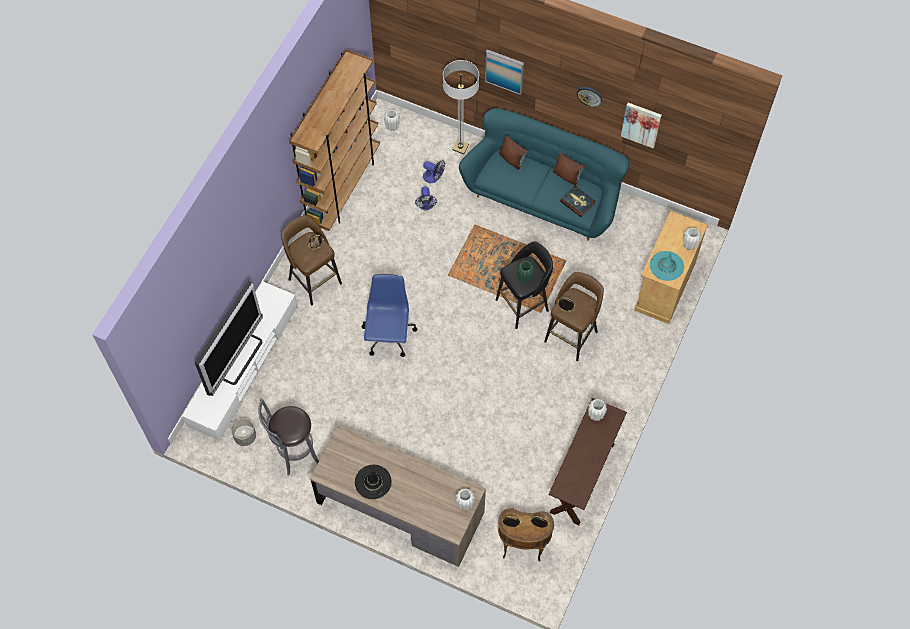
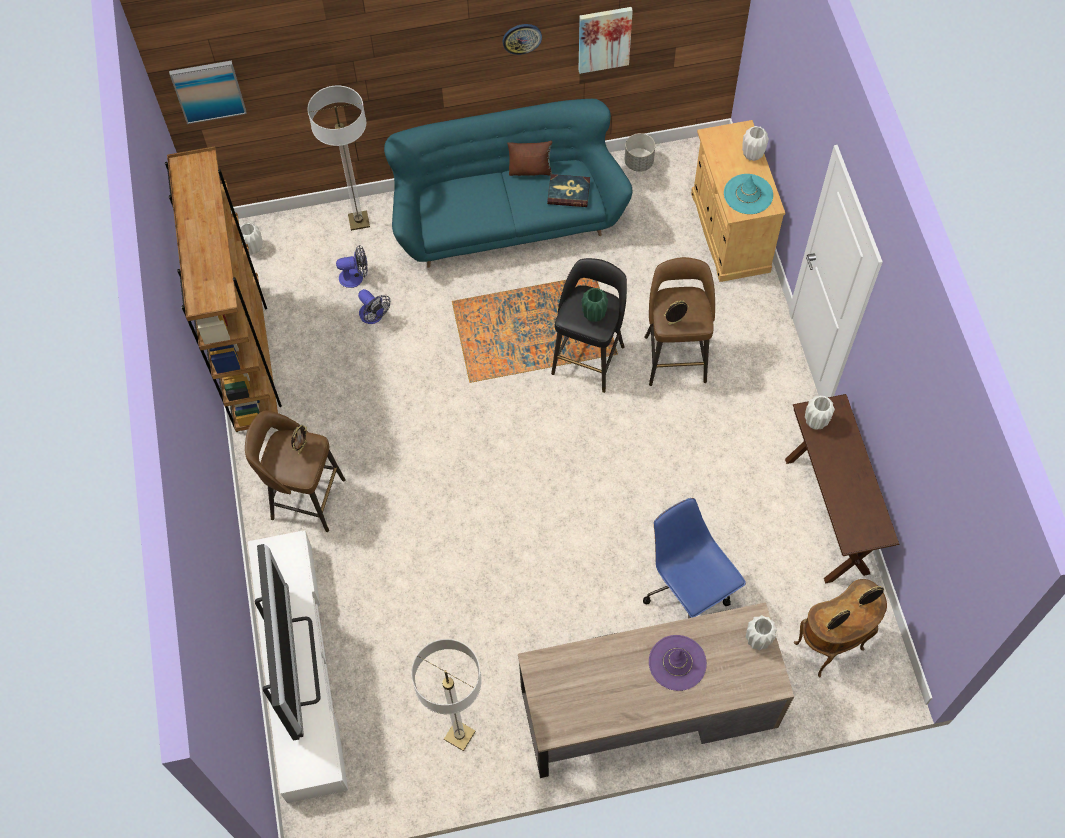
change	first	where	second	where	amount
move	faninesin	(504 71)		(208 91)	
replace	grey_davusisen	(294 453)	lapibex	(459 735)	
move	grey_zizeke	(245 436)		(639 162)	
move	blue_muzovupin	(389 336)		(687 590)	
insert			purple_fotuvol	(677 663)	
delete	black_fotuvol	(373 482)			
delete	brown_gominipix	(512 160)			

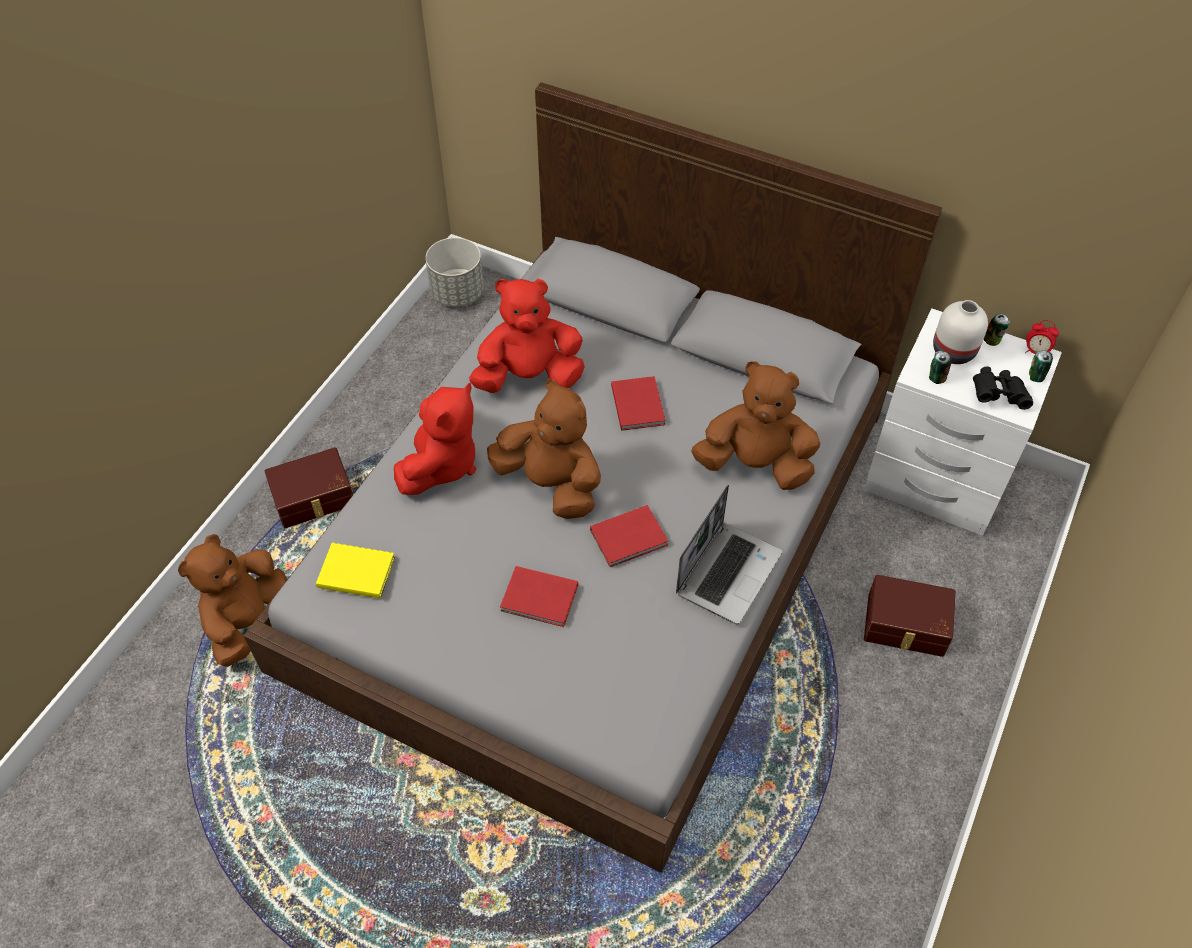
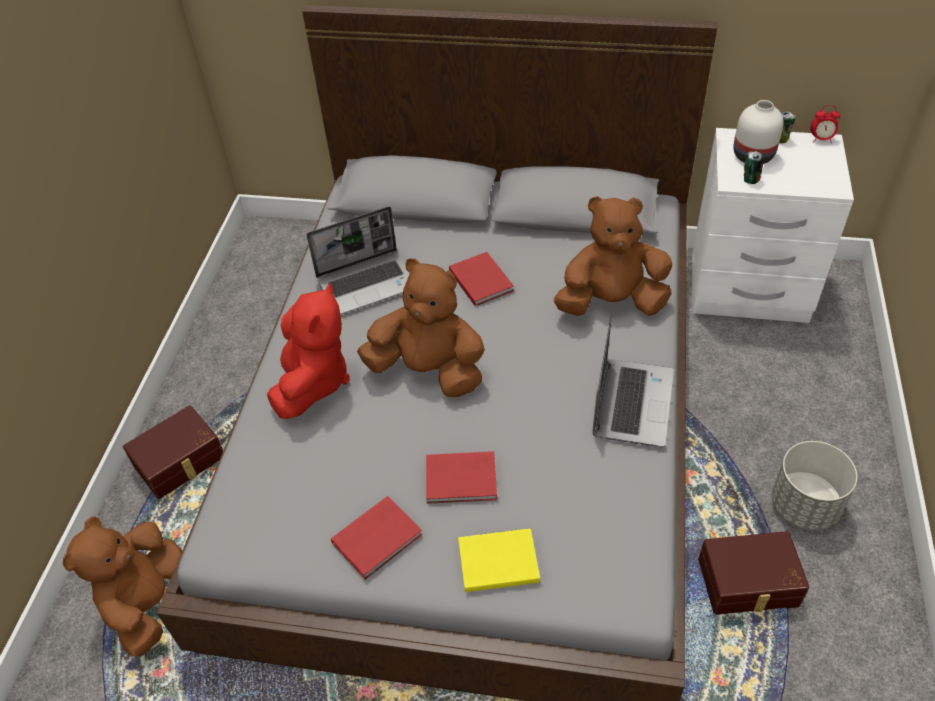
change	first	where	second	where	amount
replace	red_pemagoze	(529 377)	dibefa	(368 283)	
move	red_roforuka	(631 538)		(379 538)	
move	yellow_roforuka	(354 571)		(496 561)	
move	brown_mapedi	(905 626)		(748 584)	
move	grey_zizeke	(457 294)		(803 506)	
delete	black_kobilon	(997 395)			
delete	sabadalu	(1035 377)			

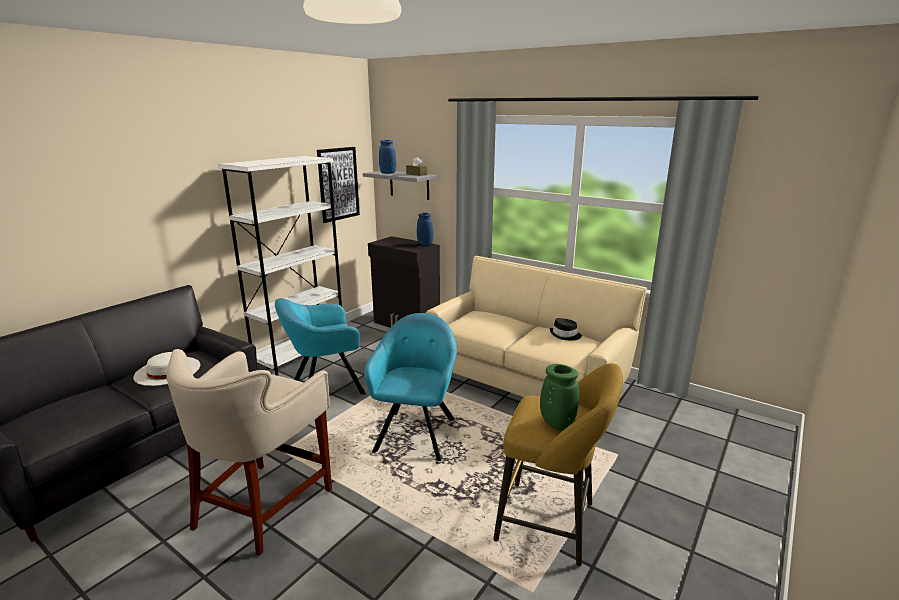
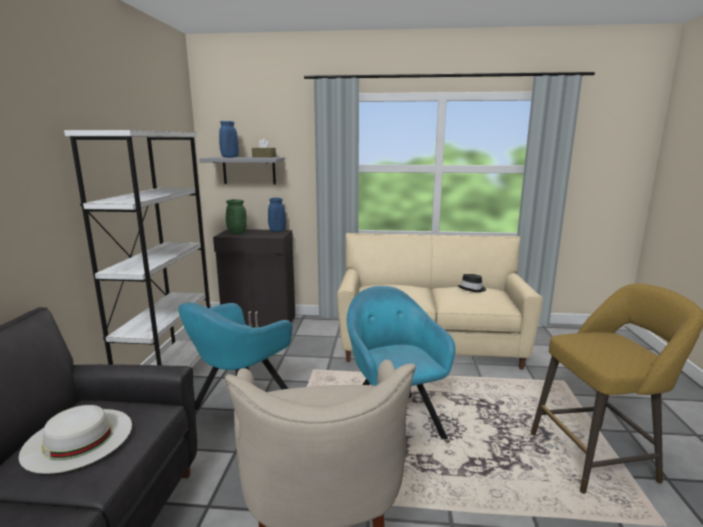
change	first	where	second	where	amount
move	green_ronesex	(556 424)		(236 233)	
delete	faninesin	(338 184)			

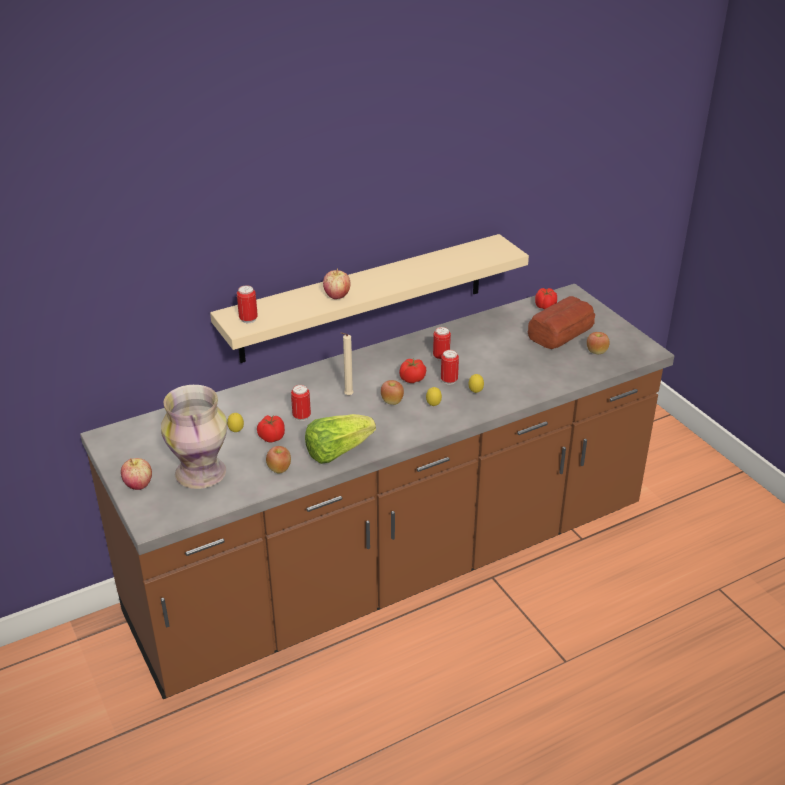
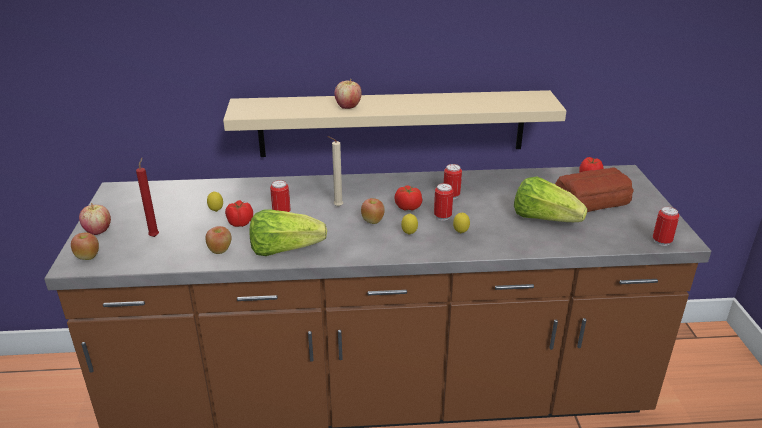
change	first	where	second	where	amount
move	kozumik	(596 352)		(88 257)	
replace	ronesex	(202 473)	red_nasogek	(155 236)	
insert			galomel	(544 219)	
move	sabadalu	(248 319)		(661 241)	

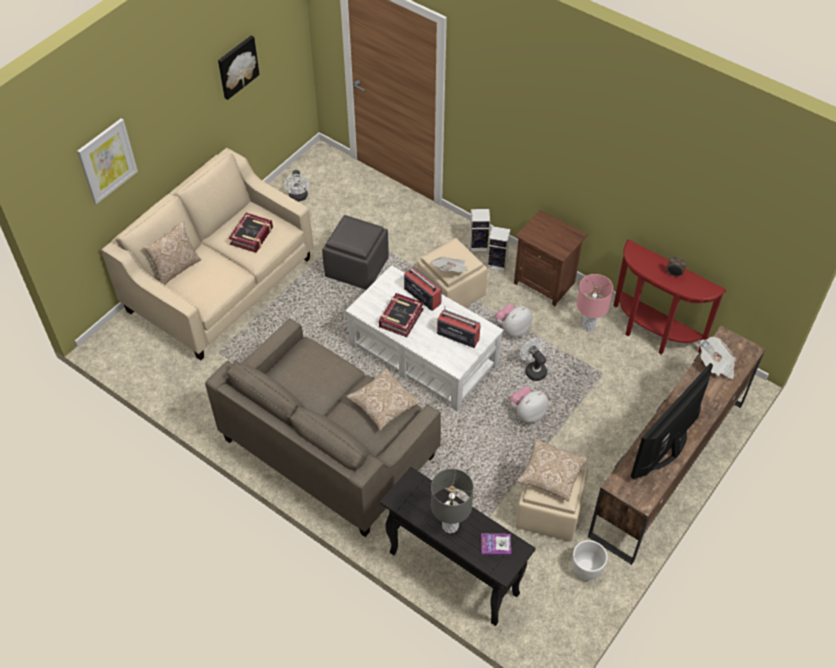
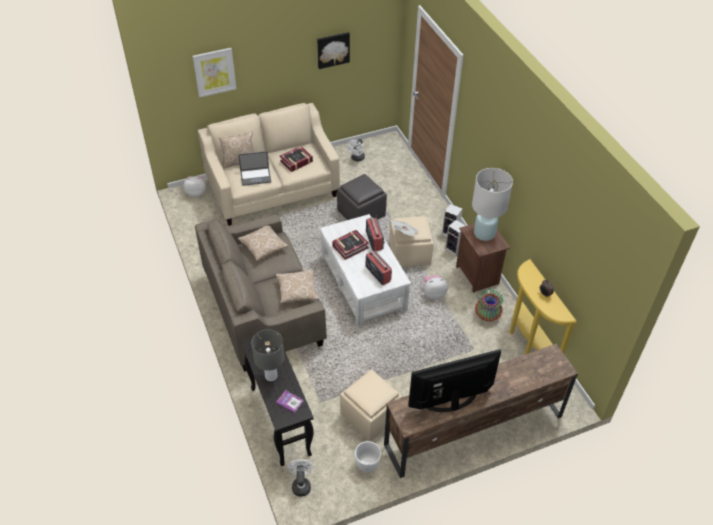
change	first	where	second	where	amount
move	pemagoze	(527 413)		(196 193)	
insert			dibefa	(256 176)	
move	gominipix	(551 475)		(263 247)	
move	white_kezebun	(533 369)		(301 484)	
insert			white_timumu	(484 233)	
replace	pink_timumu	(588 326)	ronesex	(487 315)	
recolor	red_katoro	(651 335)	yellow_katoro	(528 341)	
delete	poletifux	(716 365)			

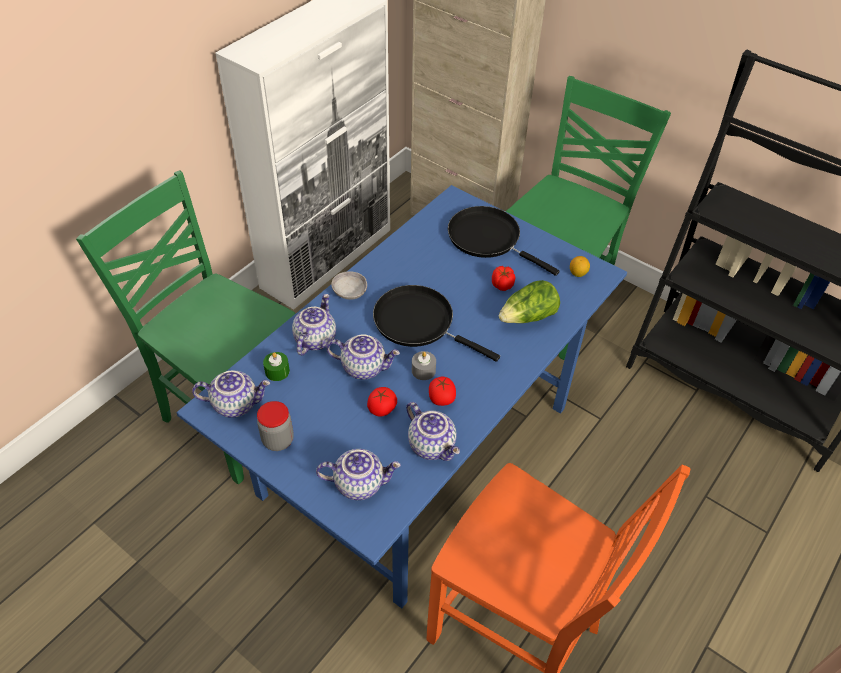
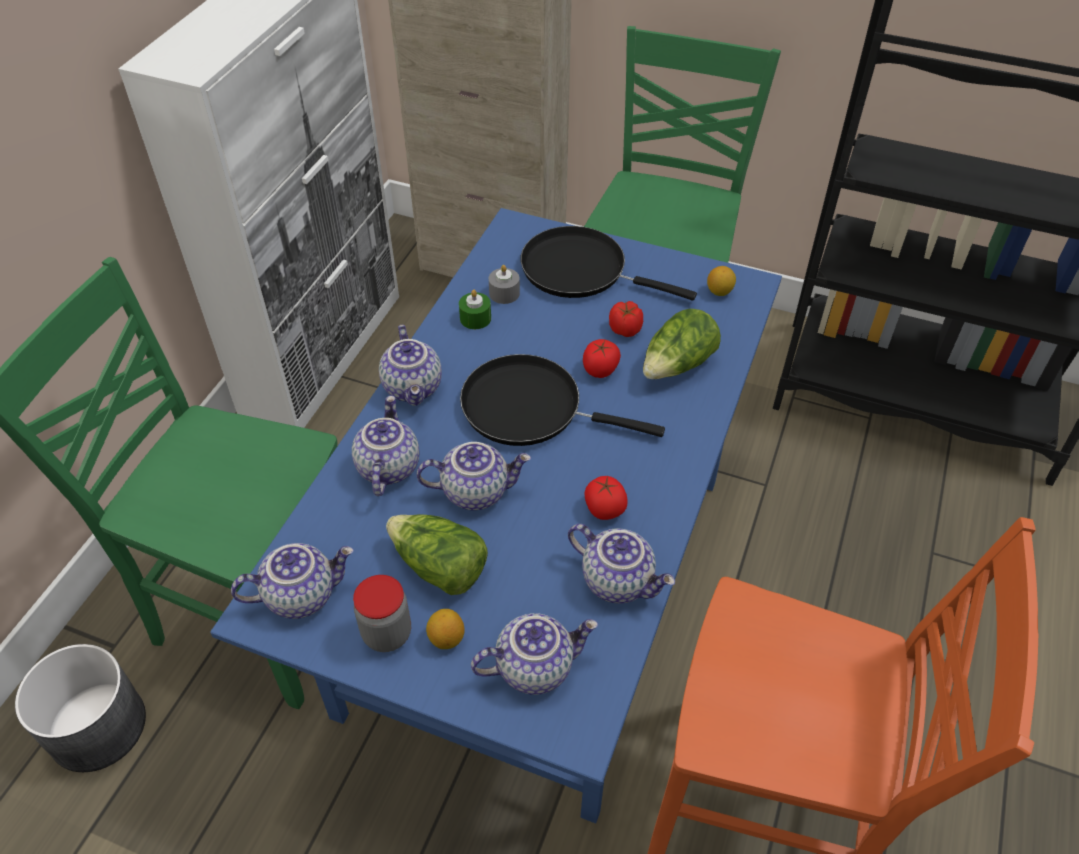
change	first	where	second	where	amount
insert			grey_zizeke	(97 726)	
replace	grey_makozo	(350 293)	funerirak	(414 388)	
insert			galomel	(439 567)	
insert			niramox	(446 638)	
move	green_nasogek	(277 371)		(475 318)	
move	grey_nasogek	(423 370)		(504 293)	
move	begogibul	(382 409)		(600 369)	

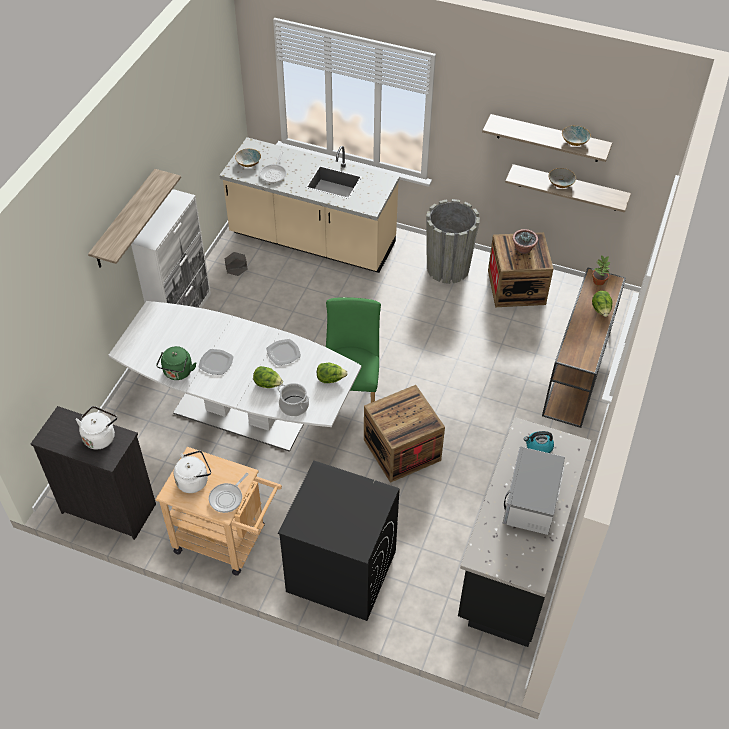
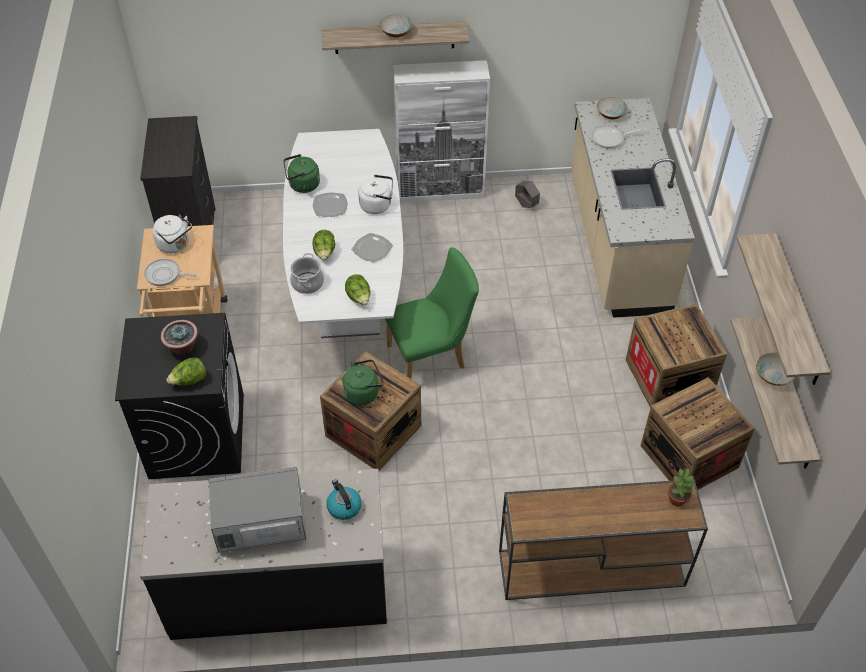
change	first	where	second	where	amount
move	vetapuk	(523 249)		(182 348)	
move	galomel	(601 310)		(189 381)	
insert			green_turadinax	(363 392)	
move	white_turadinax	(100 436)		(377 205)	
move	makozo	(575 141)		(396 33)	
replace	grey_zizeke	(448 268)	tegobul	(668 377)	

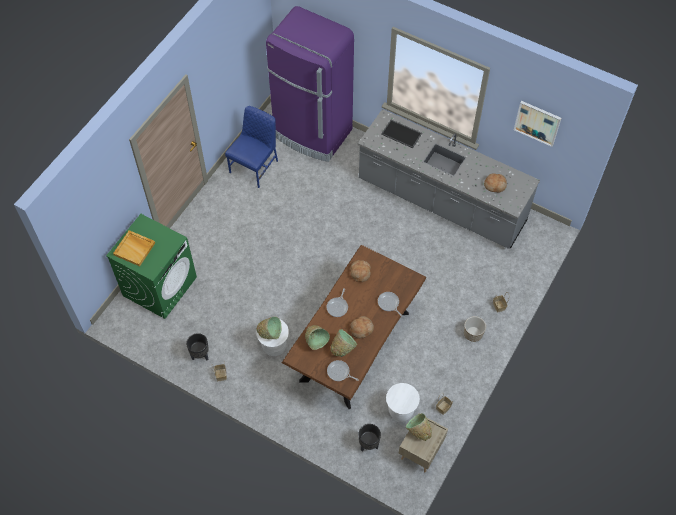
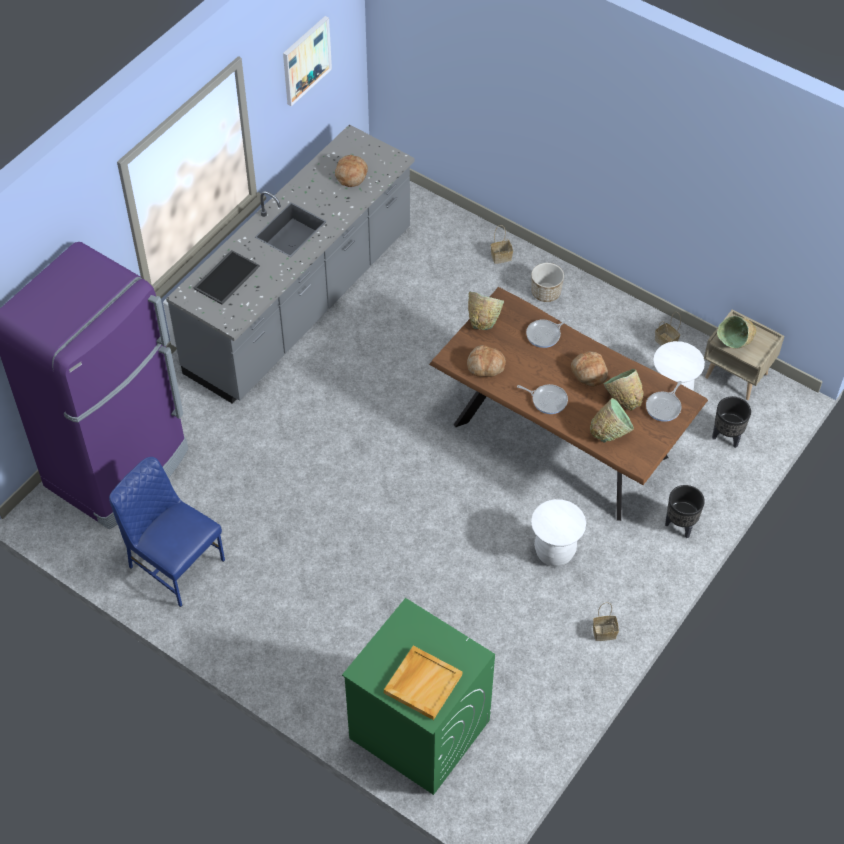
change	first	where	second	where	amount
move	green_makozo	(270 333)		(483 320)	
move	black_zizeke	(200 355)		(680 526)	

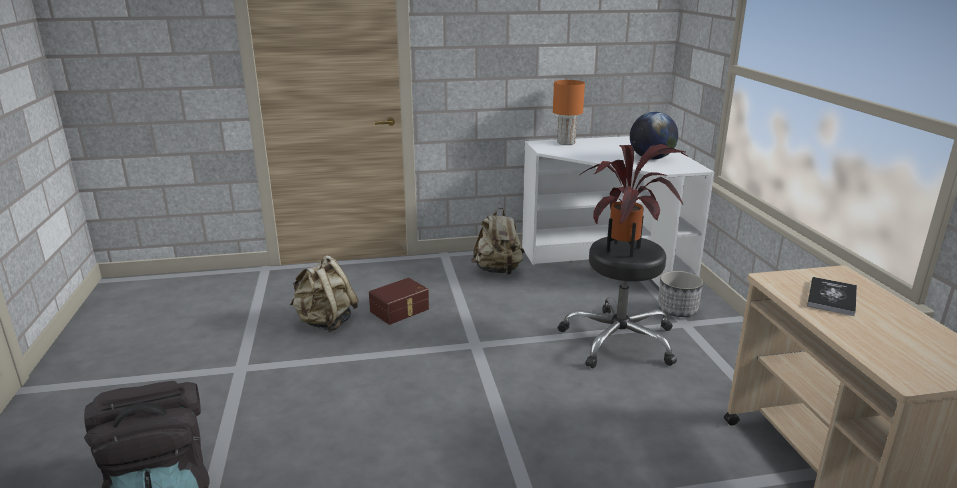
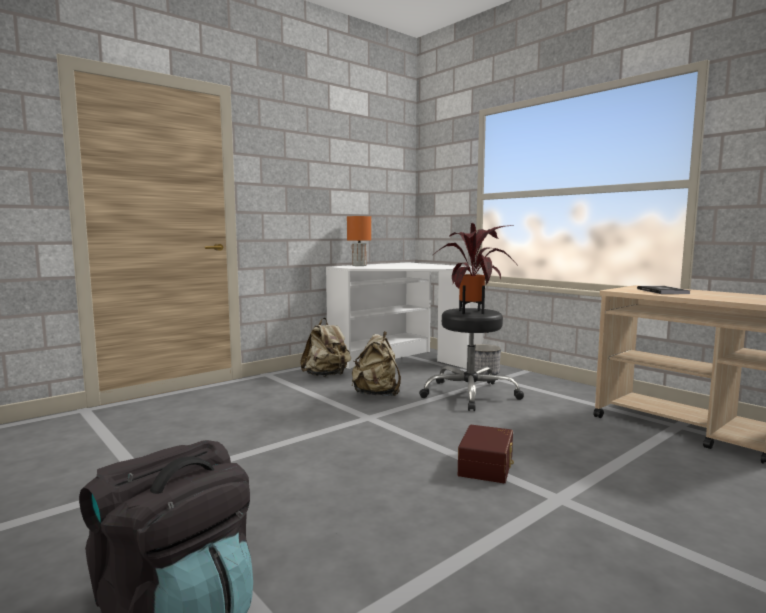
change	first	where	second	where	amount
move	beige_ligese	(326 322)		(377 394)	
move	brown_mapedi	(400 310)		(487 466)	
delete	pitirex	(651 158)			

